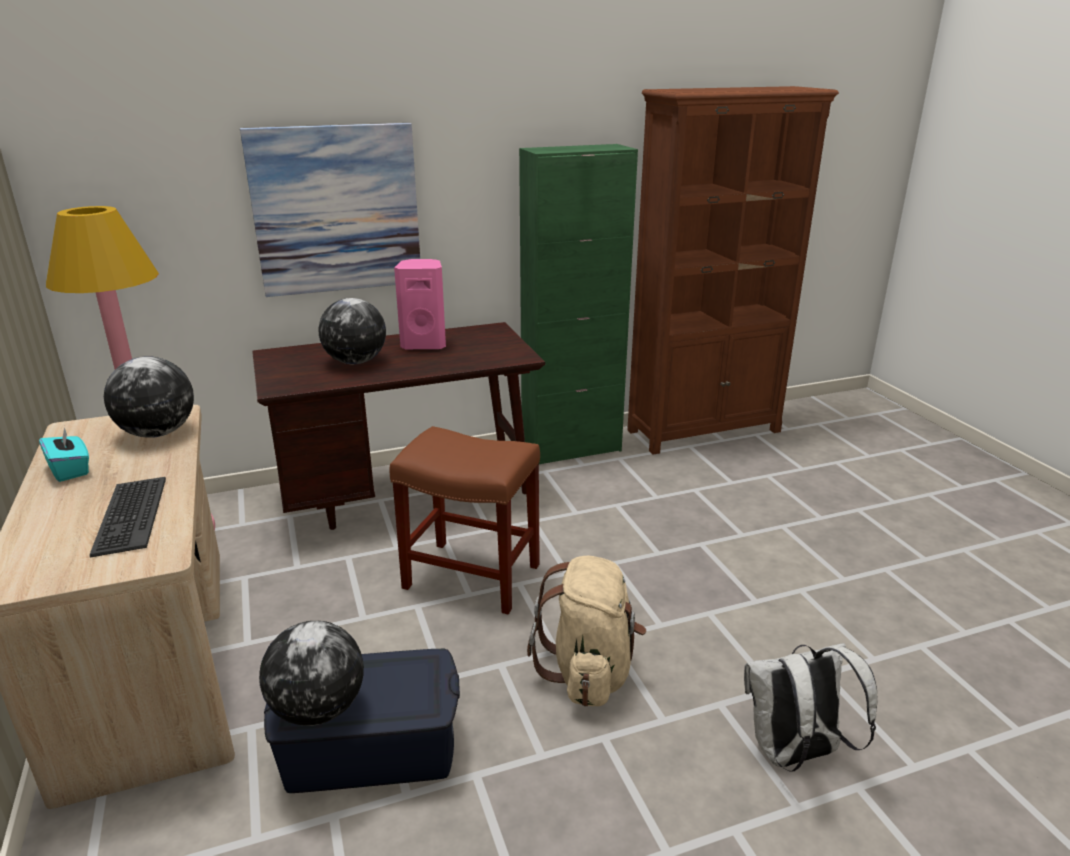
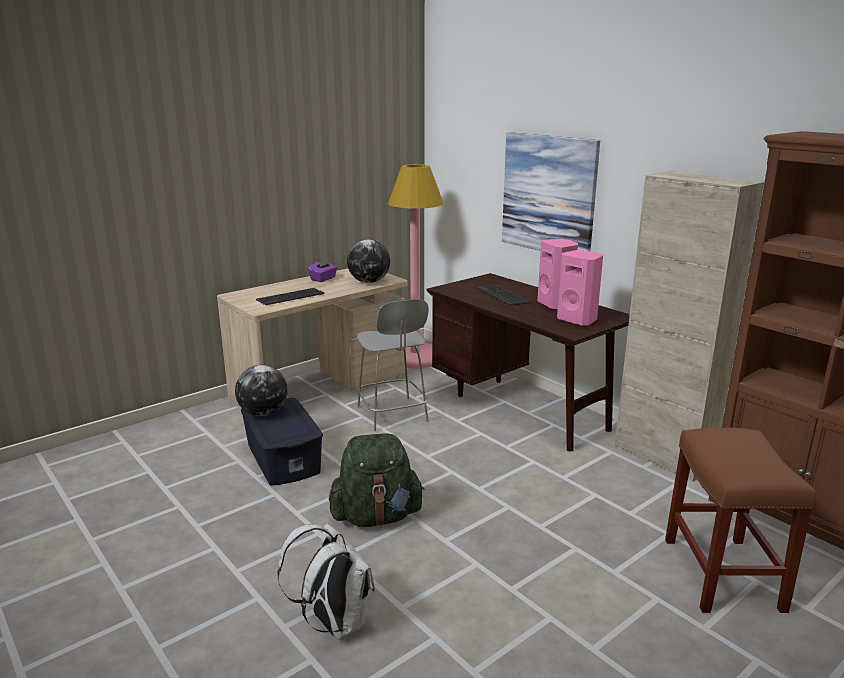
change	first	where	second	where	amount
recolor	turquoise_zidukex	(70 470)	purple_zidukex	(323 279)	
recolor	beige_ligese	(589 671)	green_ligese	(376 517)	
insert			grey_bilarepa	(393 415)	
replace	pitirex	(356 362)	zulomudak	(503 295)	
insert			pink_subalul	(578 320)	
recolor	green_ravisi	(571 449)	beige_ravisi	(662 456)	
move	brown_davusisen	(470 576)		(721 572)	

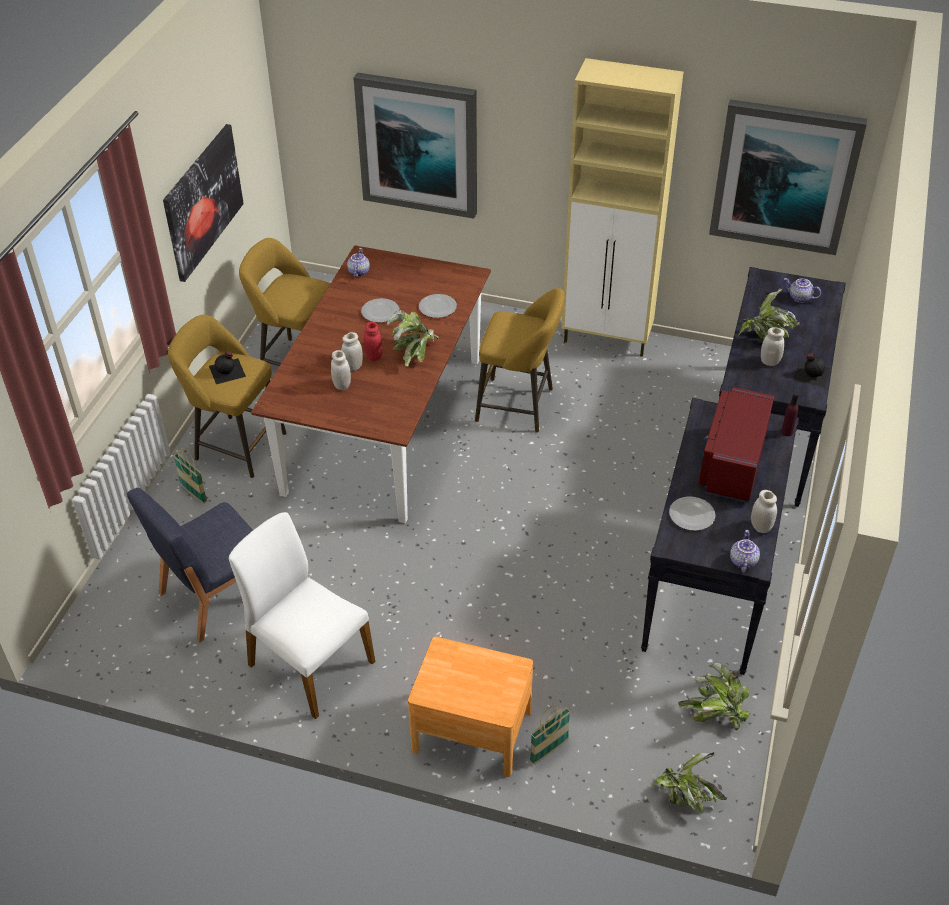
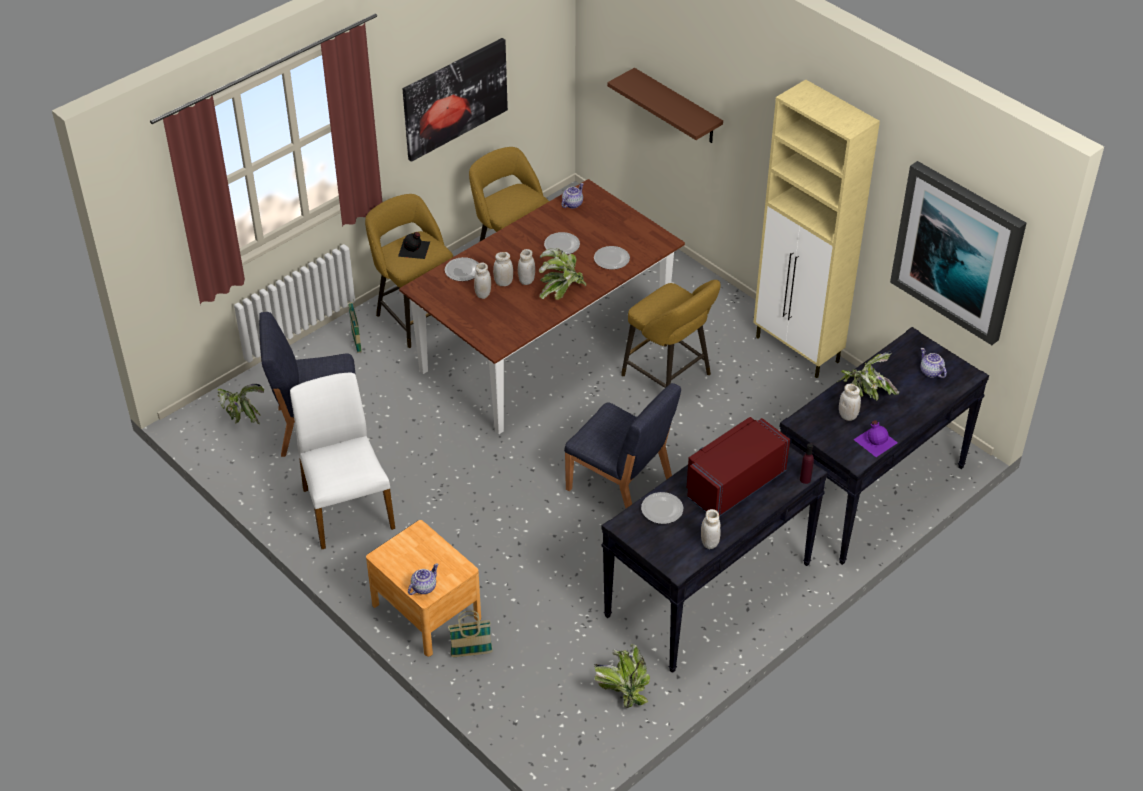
change	first	where	second	where	amount
move	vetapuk	(684 798)		(242 416)	
move	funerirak	(742 561)		(423 587)	
insert			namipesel	(463 271)	
recolor	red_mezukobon	(374 356)	white_mezukobon	(526 280)	
insert			blue_bilarepa	(620 486)	
replace	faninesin	(418 144)	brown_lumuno	(677 107)	
recolor	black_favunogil	(811 373)	purple_favunogil	(875 440)	

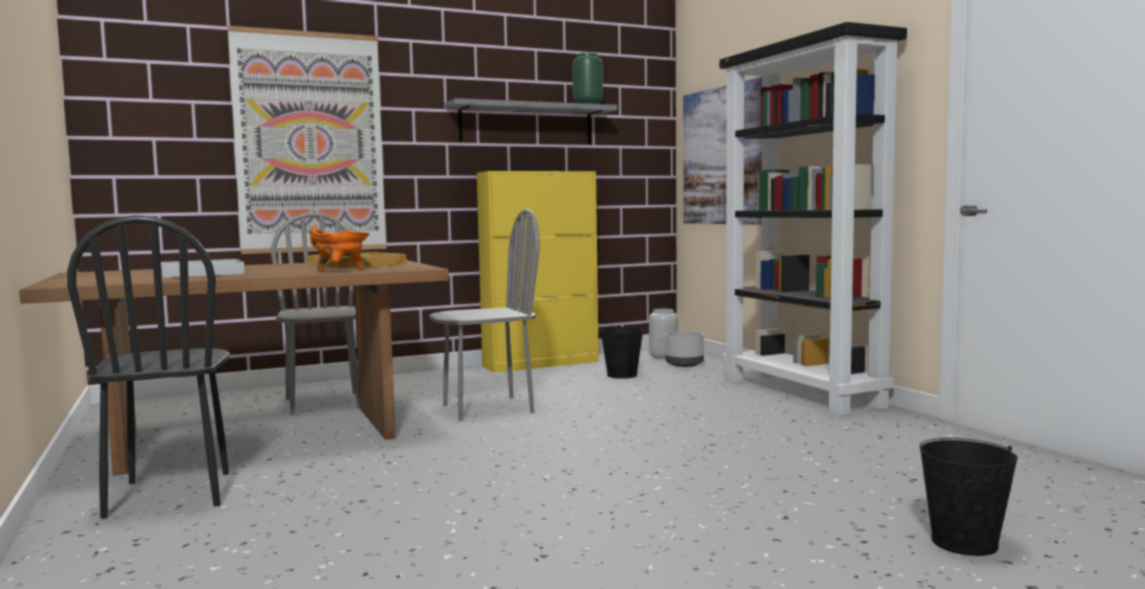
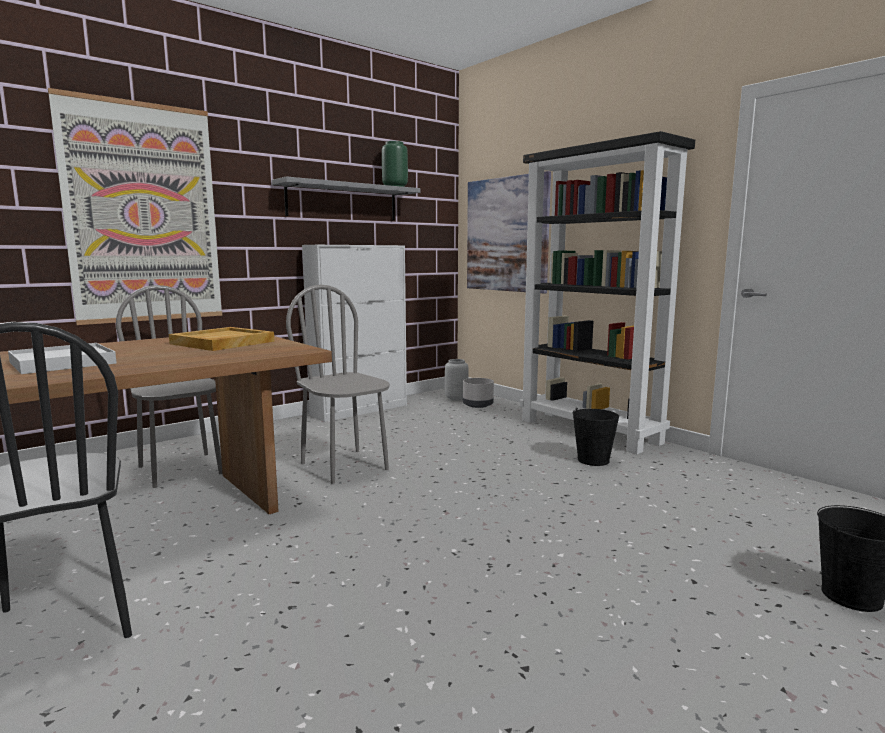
change	first	where	second	where	amount
rotate	grey_bilarepa	(487 409)		(345 466)	90 degrees counterclockwise
recolor	yellow_ravisi	(541 364)	white_ravisi	(360 410)	
move	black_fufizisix	(622 375)		(593 460)	
delete	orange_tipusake	(340 271)			

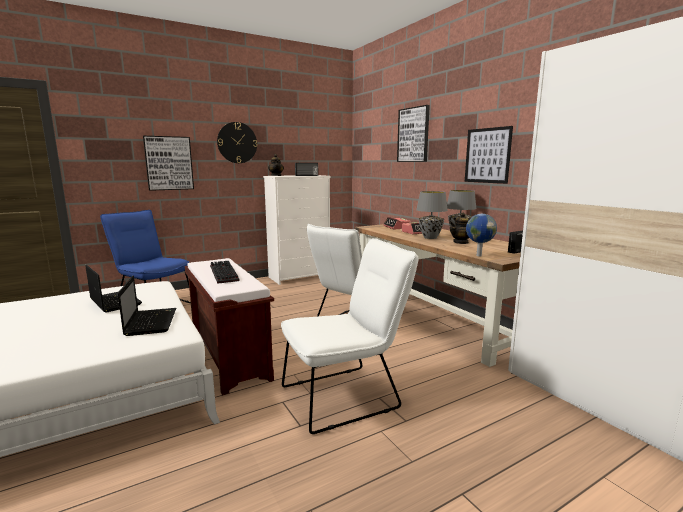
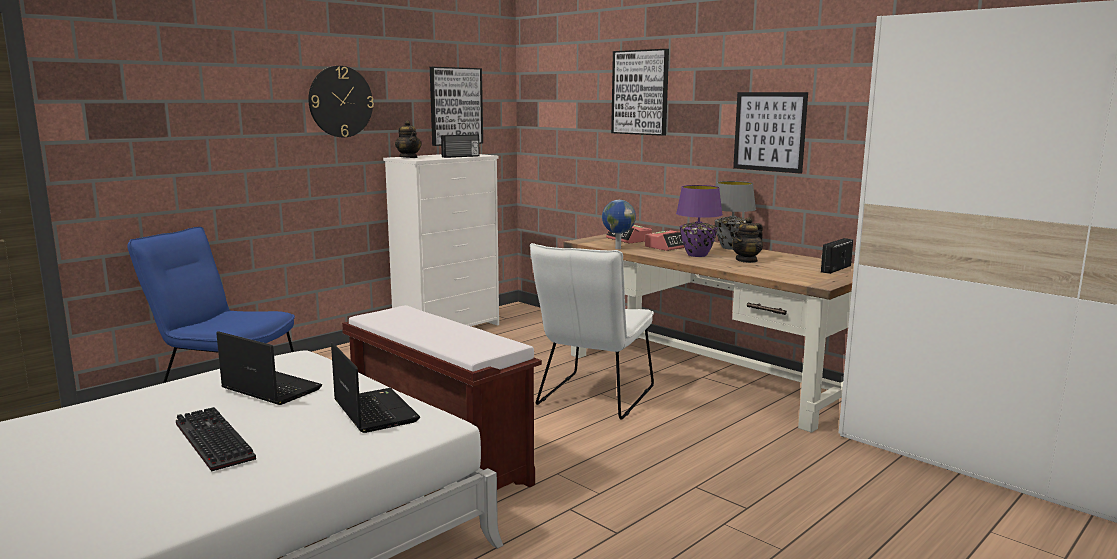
change	first	where	second	where	amount
move	zulomudak	(222 273)		(210 441)	
move	faninesin	(169 163)		(455 106)	
move	pitirex	(478 255)		(617 248)	
recolor	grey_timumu	(430 237)	purple_timumu	(697 255)	
delete	white_bilarepa	(347 395)			

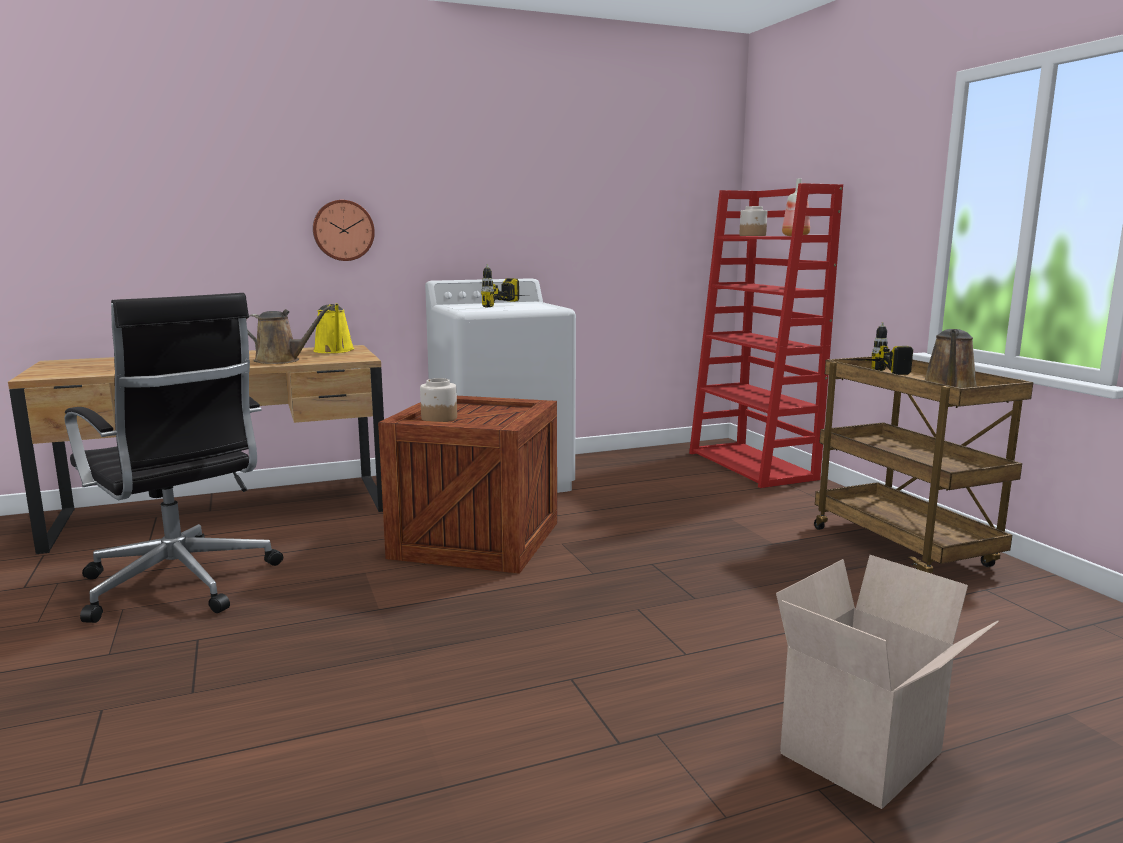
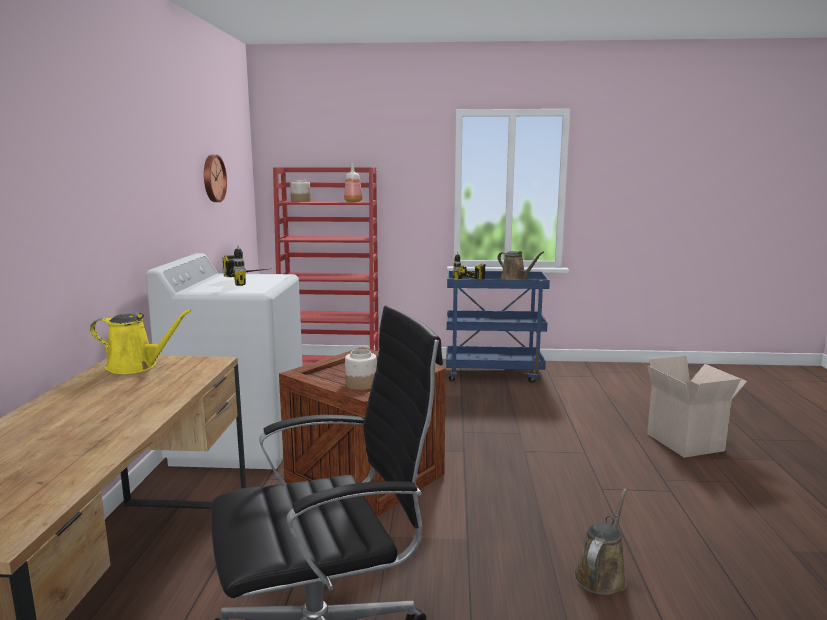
change	first	where	second	where	amount
move	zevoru	(343 230)		(212 178)	
recolor	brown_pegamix	(904 548)	blue_pegamix	(493 373)	
move	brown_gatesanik	(281 360)		(601 575)	

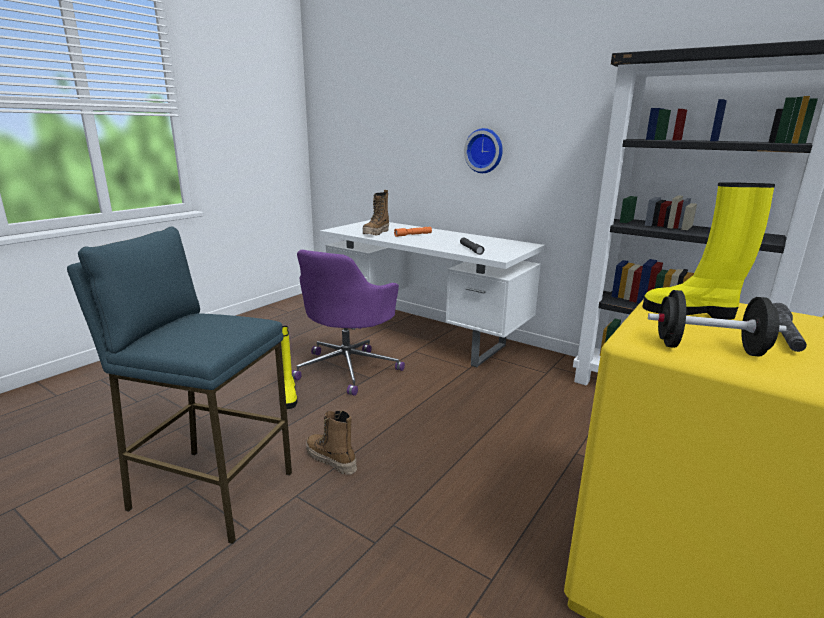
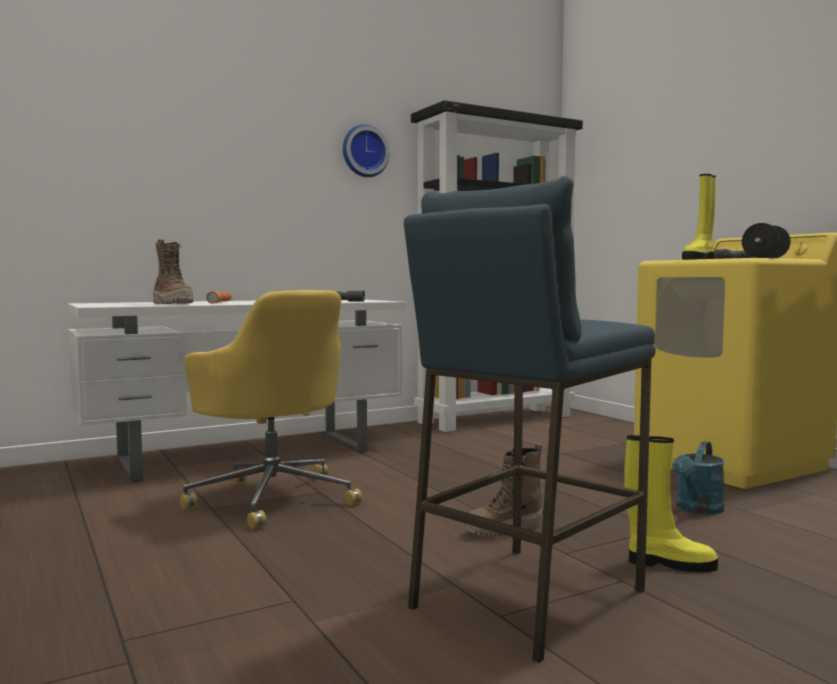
change	first	where	second	where	amount
recolor	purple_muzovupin	(348 368)	yellow_muzovupin	(272 498)	
move	zevoru	(484 151)		(364 151)	
move	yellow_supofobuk	(288 396)		(669 564)	
insert			turquoise_gatesanik	(697 510)	

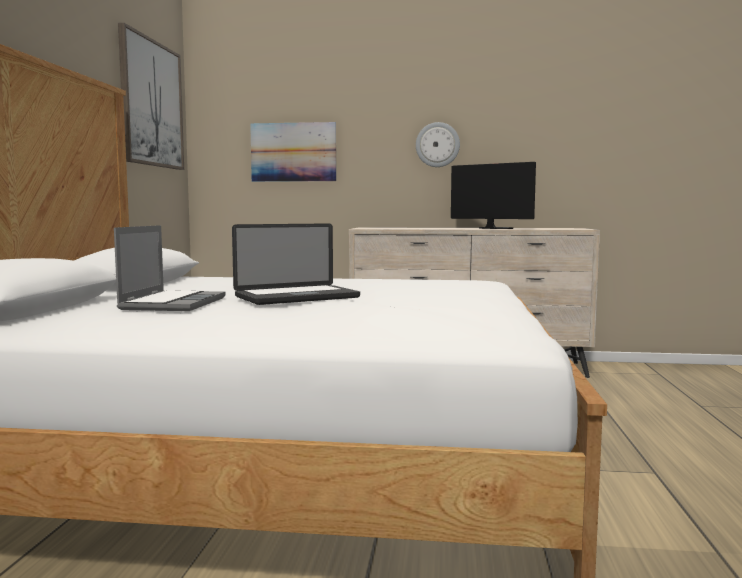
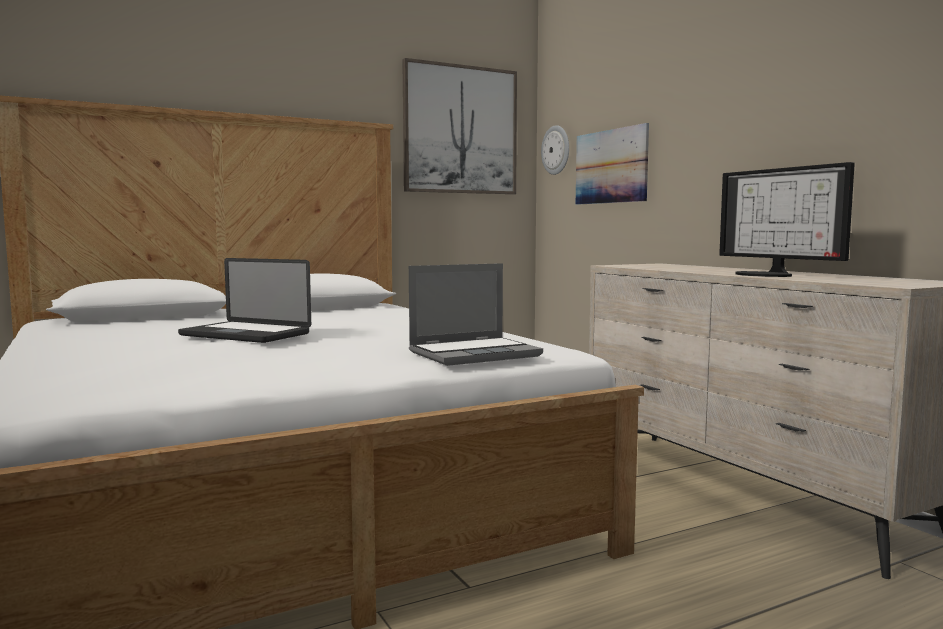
change	first	where	second	where	amount
move	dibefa	(173 303)		(475 354)	
move	zevoru	(437 144)		(556 150)	
rotate	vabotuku	(493 228)		(768 274)	150 degrees clockwise

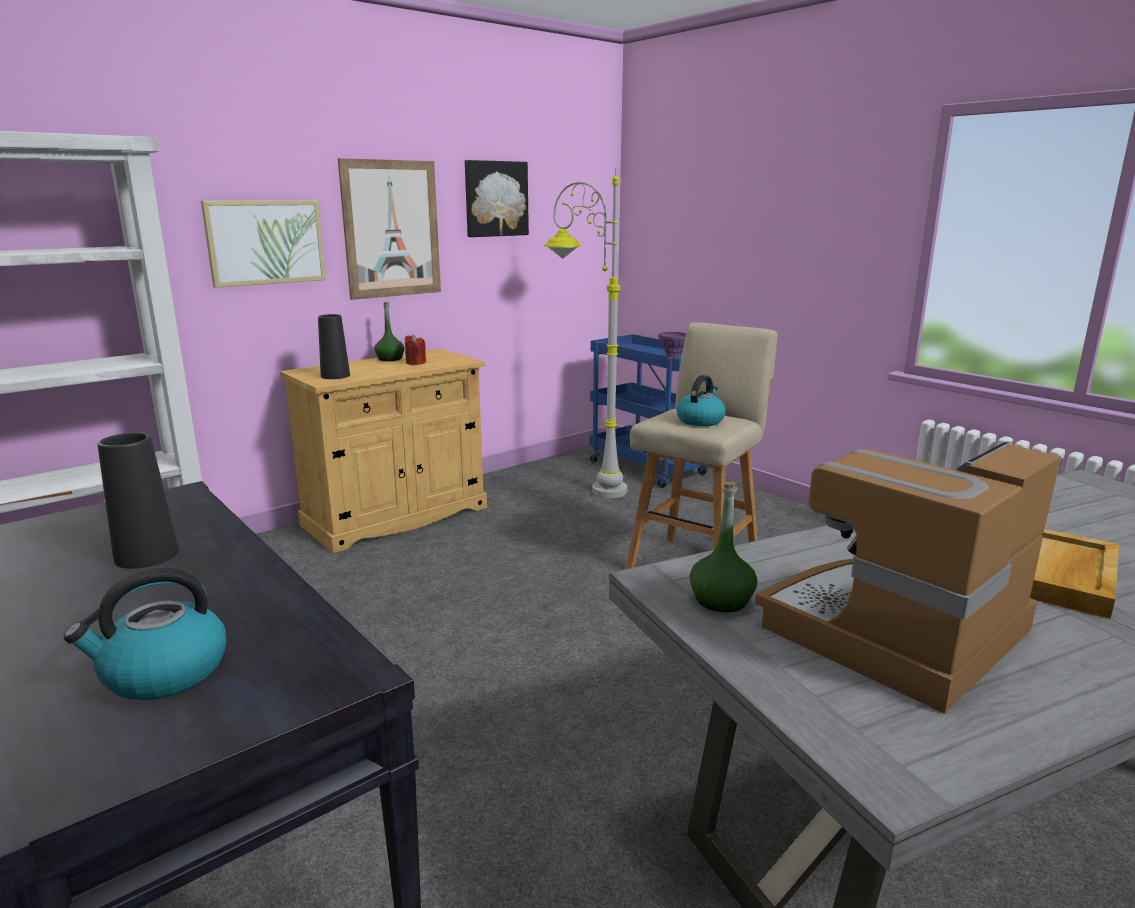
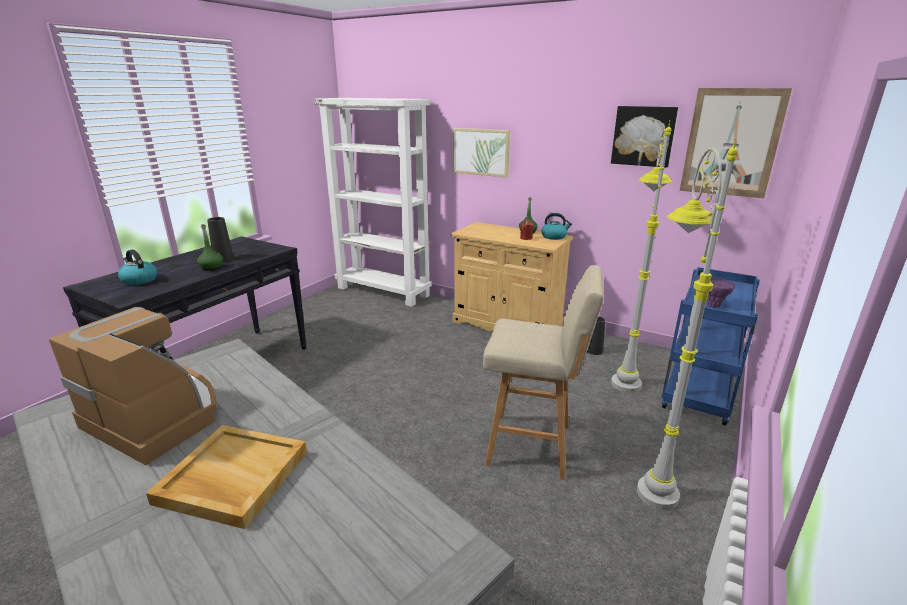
change	first	where	second	where	amount
move	green_favunogil	(721 600)		(212 267)	
move	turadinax	(700 420)		(554 236)	
move	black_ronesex	(335 376)		(594 350)	
insert			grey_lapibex	(651 470)	
move	faninesin	(391 229)		(731 143)	

